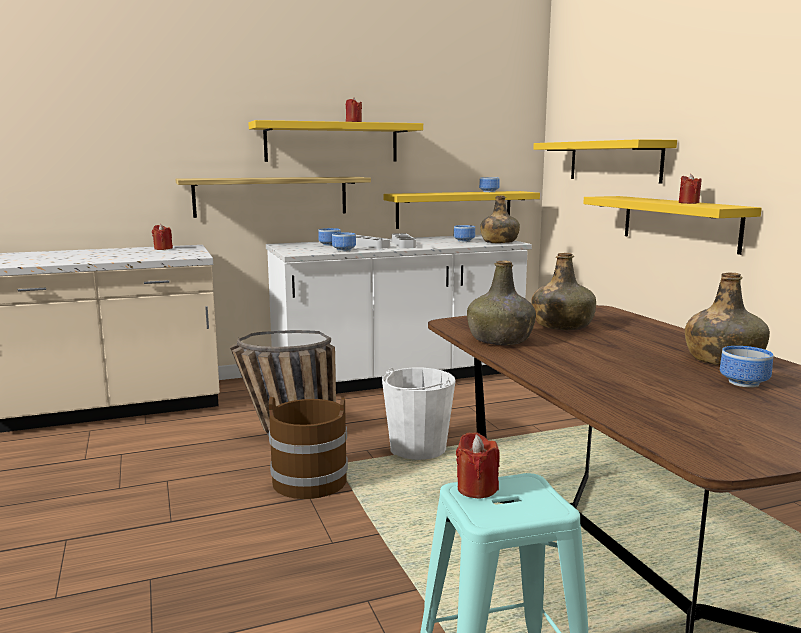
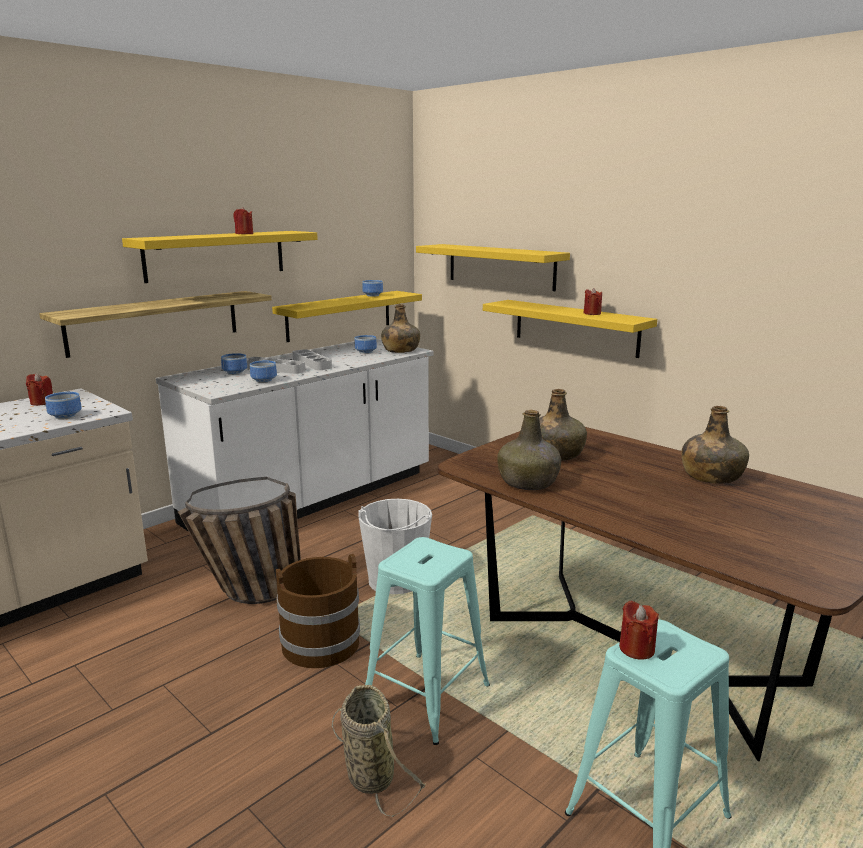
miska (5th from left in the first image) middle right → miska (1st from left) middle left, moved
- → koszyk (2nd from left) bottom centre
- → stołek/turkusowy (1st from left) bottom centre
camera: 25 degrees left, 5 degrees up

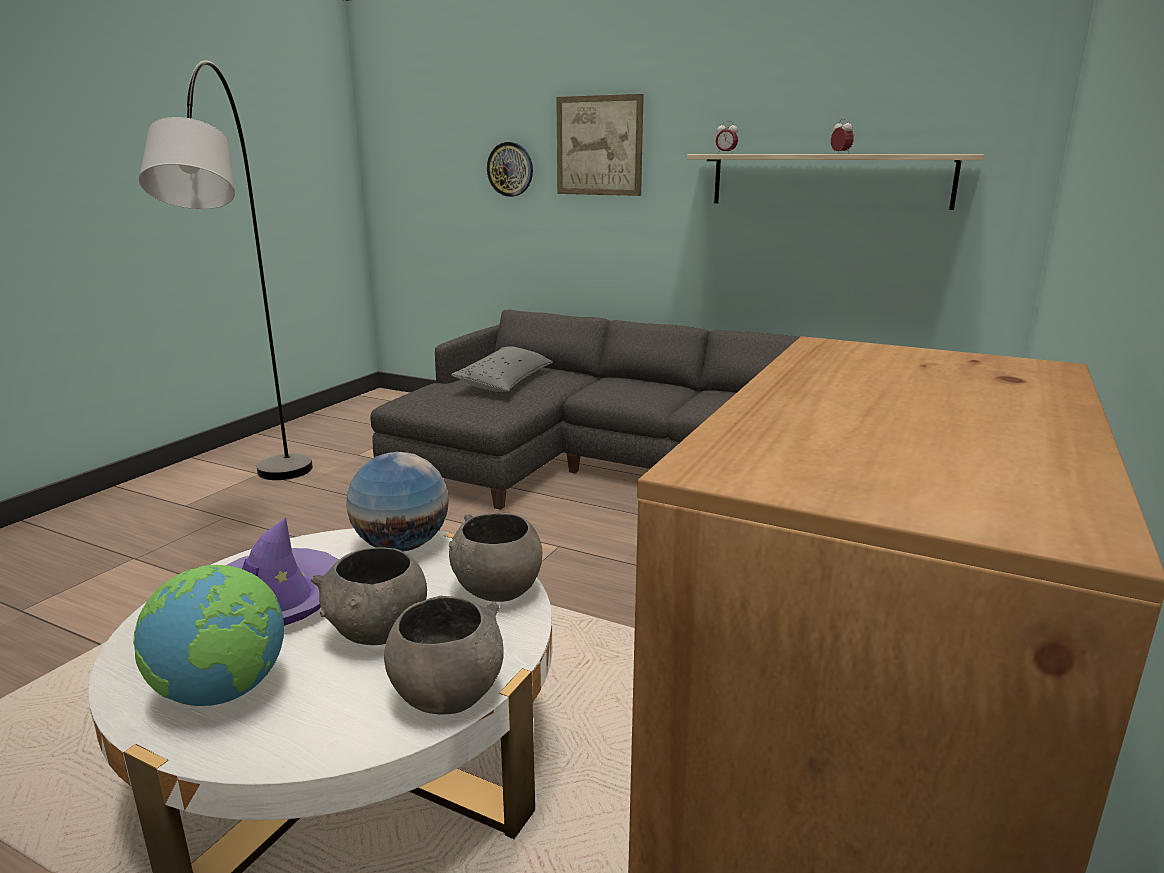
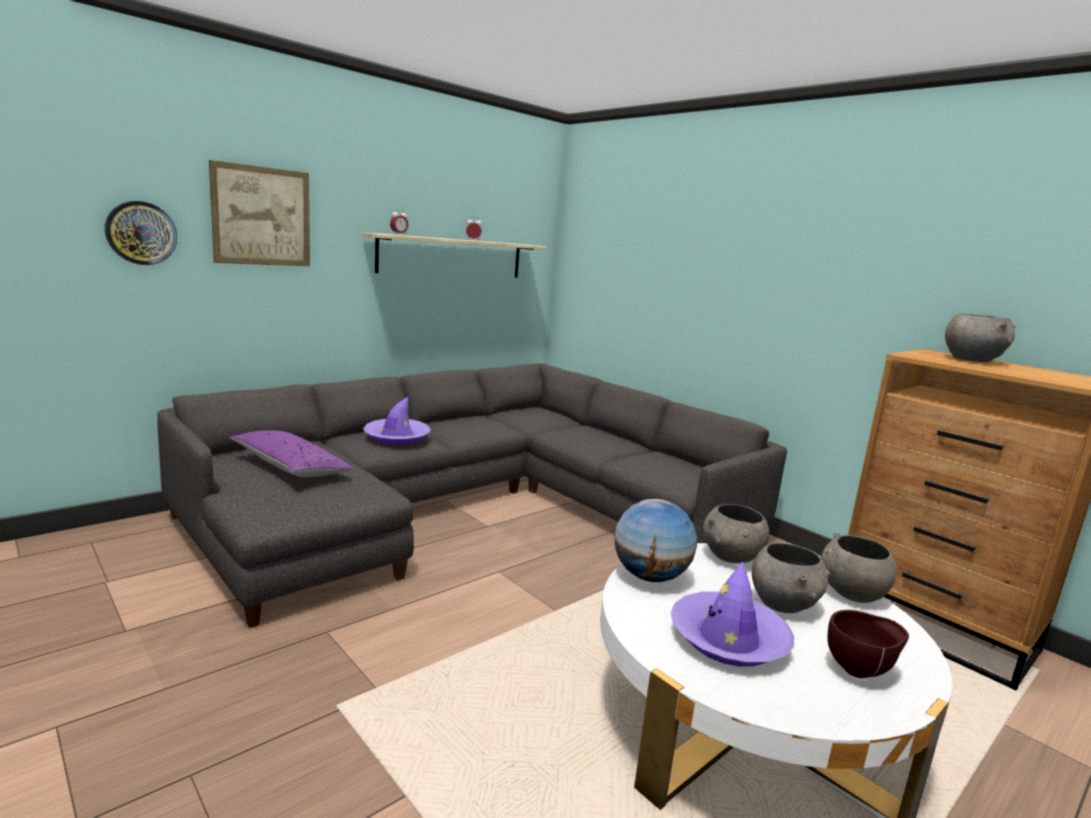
globus (1st from left) bottom left → miska/brązowy bottom right
lampa stojąca/szary top left → -
poduszka/szary centre → poduszka/fioletowy middle left
- → kapelusz/fioletowy (1st from left) centre
- → miska/szary (4th from left) middle right
camera: 70 degrees left, 5 degrees down

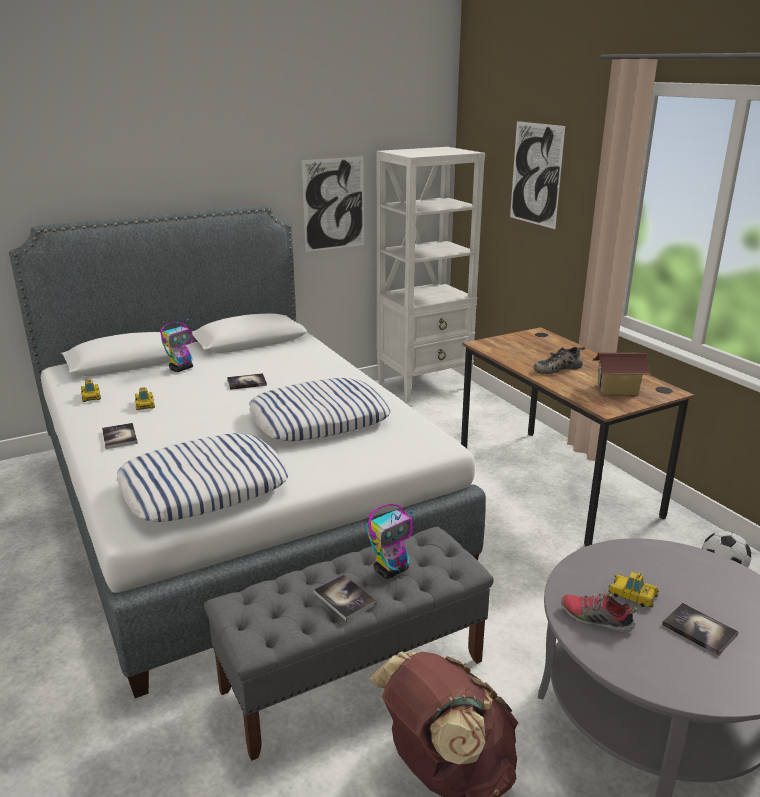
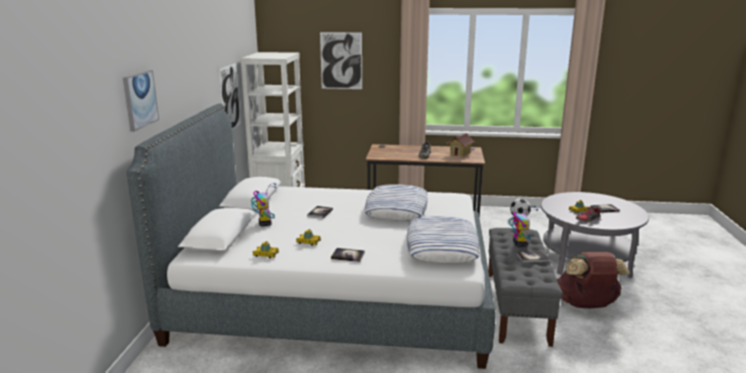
- → obraz (1st from left) top left
camera: 55 degrees left, 5 degrees down

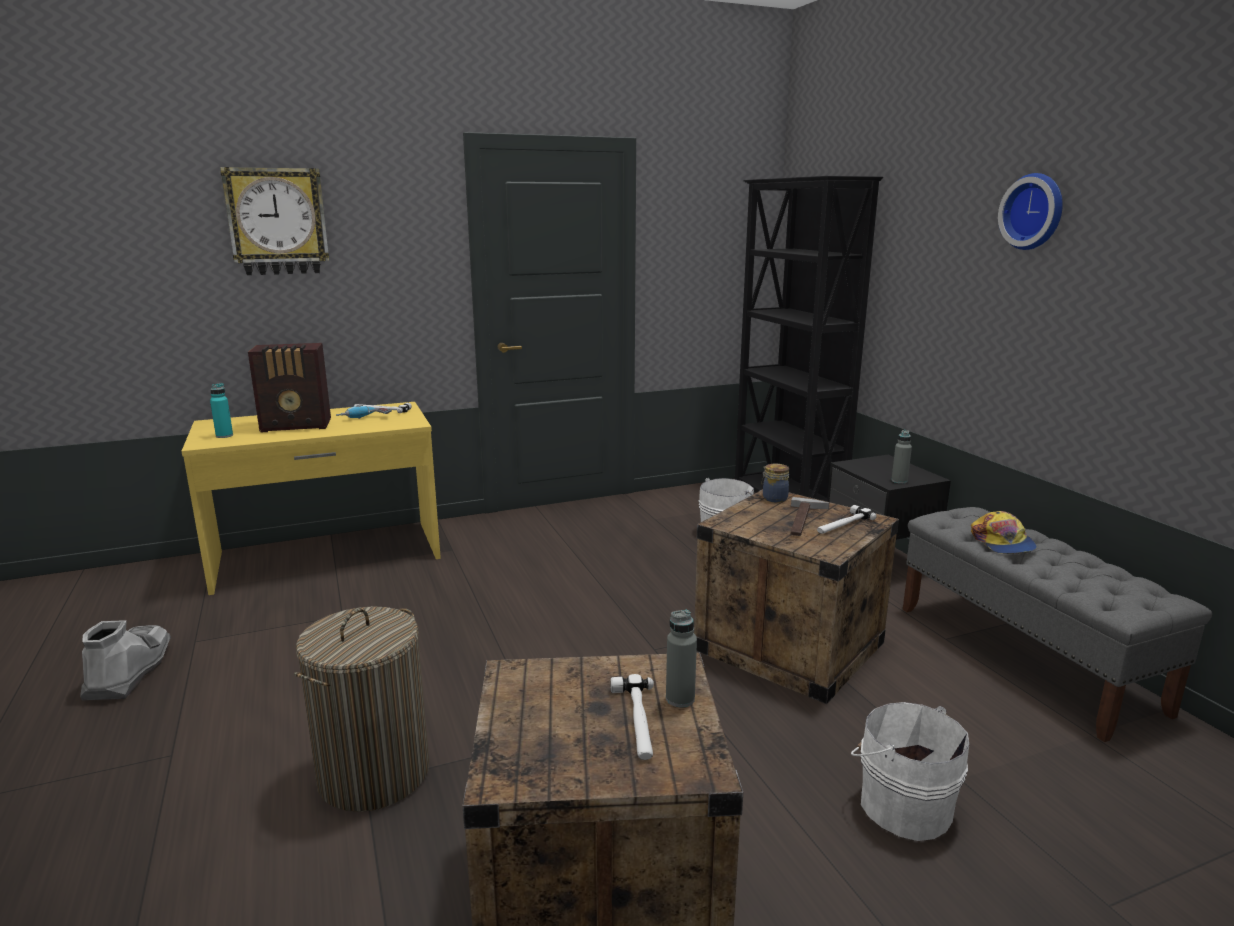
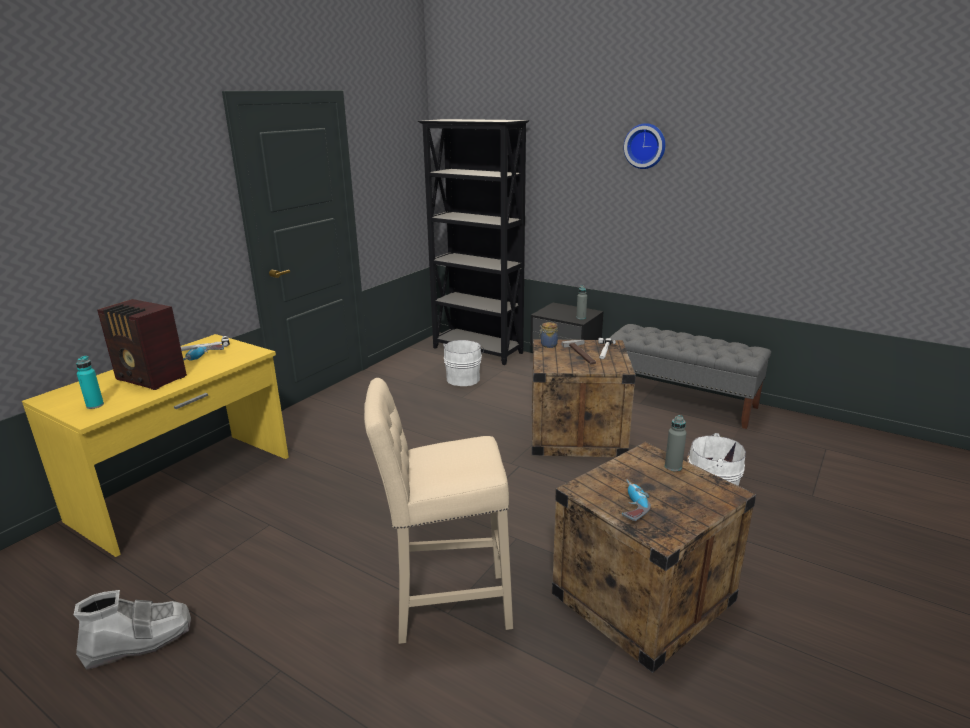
but z cholewką/szary bottom left, 105 degrees clockwise
zegar ścienny (1st from left) top left → -
radio middle left, 75 degrees clockwise
kosz na pranie bottom left → stołek/beżowy bottom centre
młotek (2nd from left) bottom centre → -
czapka z daszkiem middle right → -
- → wiertarka (2nd from left) bottom centre
camera: 35 degrees left, 5 degrees up

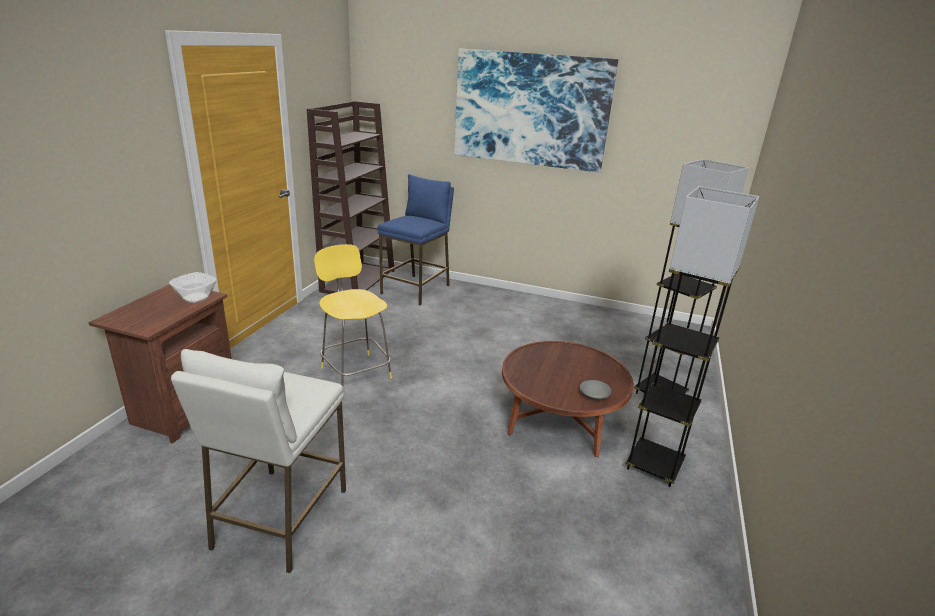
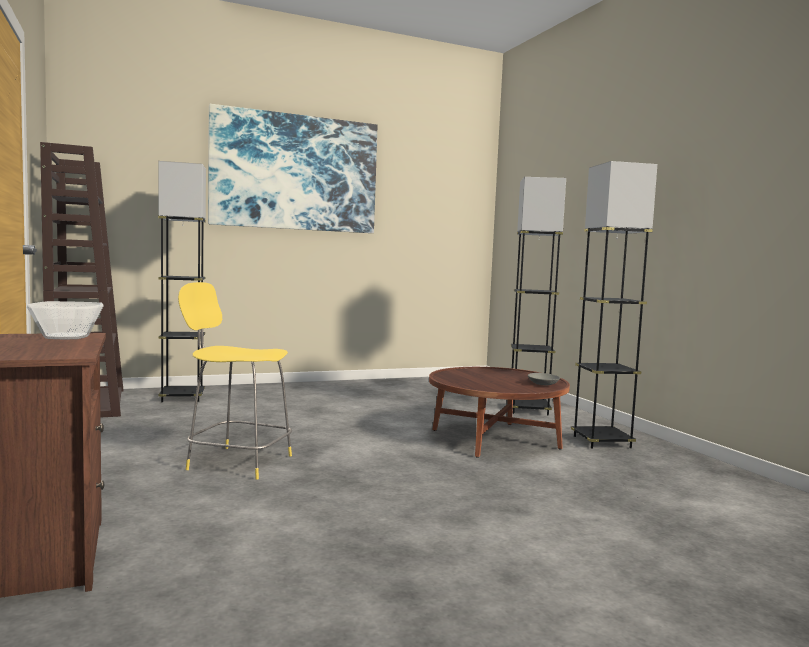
stołek/biały bottom left → -
stołek/niebieski centre → lampa stojąca/szary (1st from left) middle left
camera: 40 degrees left, 20 degrees down

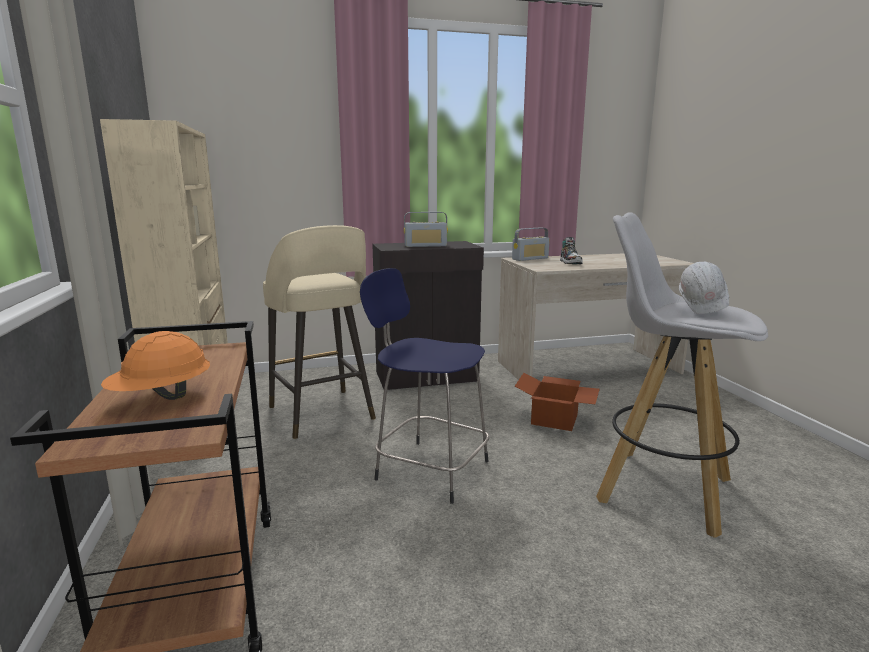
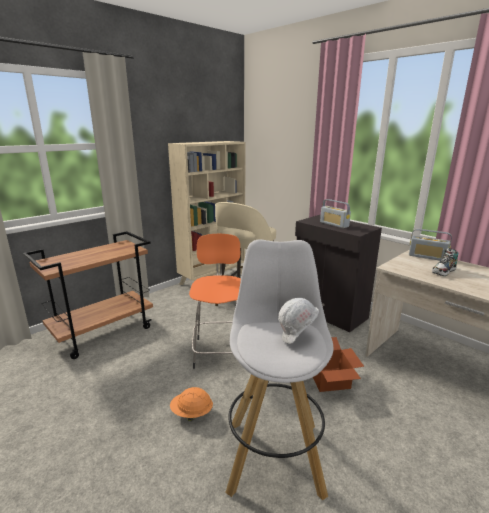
kask/pomarańczowy middle left → kask/pomarańczowy bottom centre, moved
stołek/niebieski centre → stołek/pomarańczowy centre
camera: 60 degrees right, 5 degrees up

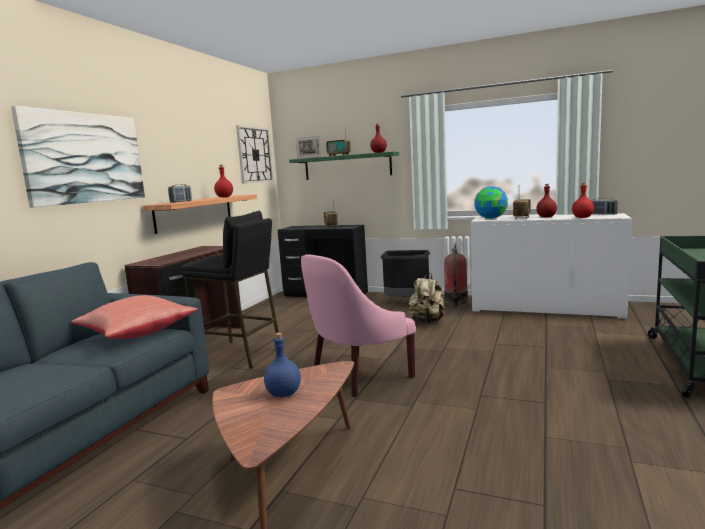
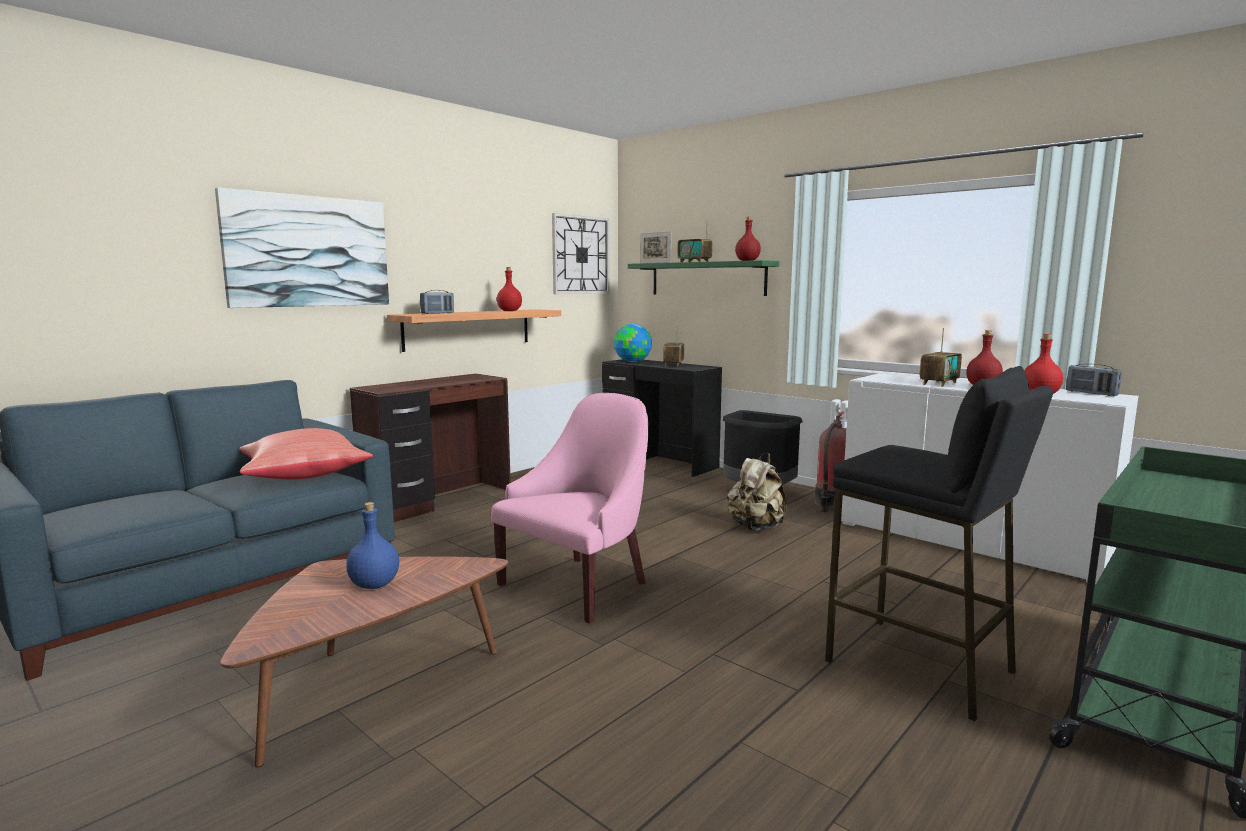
stołek/czarny middle left → stołek/czarny middle right, moved
fotel/różowy centre, 150 degrees clockwise
globus middle right → globus centre, moved
camera: 20 degrees right, 0 degrees up

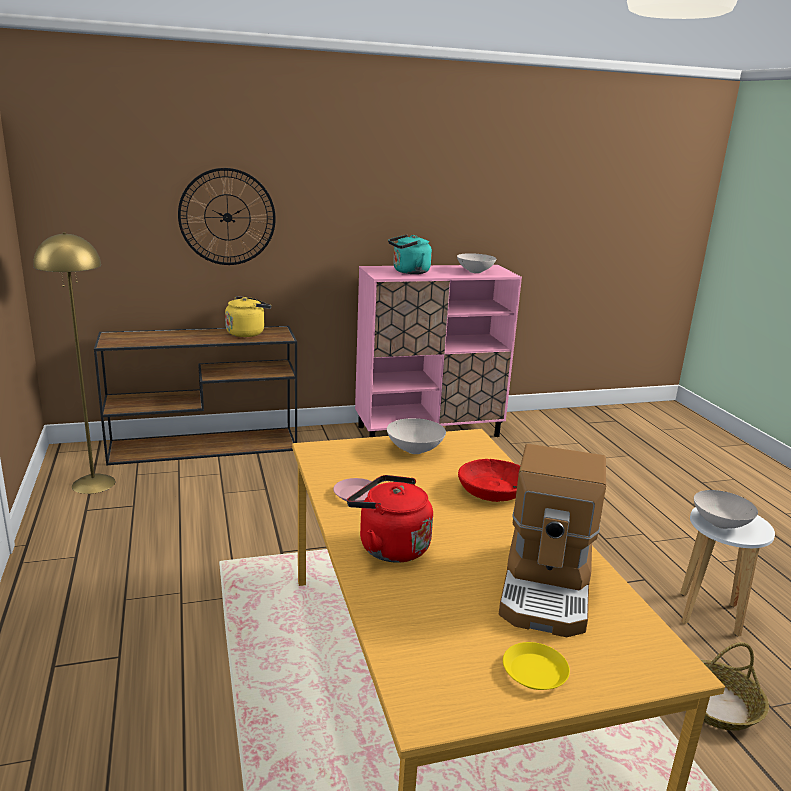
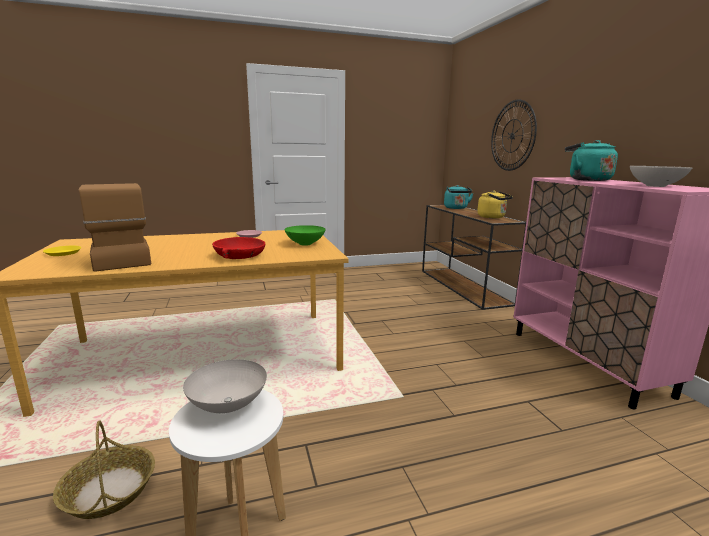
lampa stojąca/żółty middle left → -
czajnik/czerwony centre → -
miska/biały (1st from left) centre → miska/zielony centre
ekspres do kawy bottom right → ekspres do kawy middle left, 45 degrees clockwise
- → czajnik/turkusowy (1st from left) centre
camera: 90 degrees right, 5 degrees down

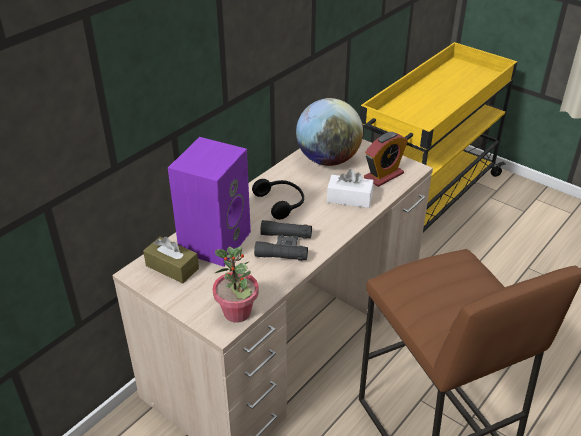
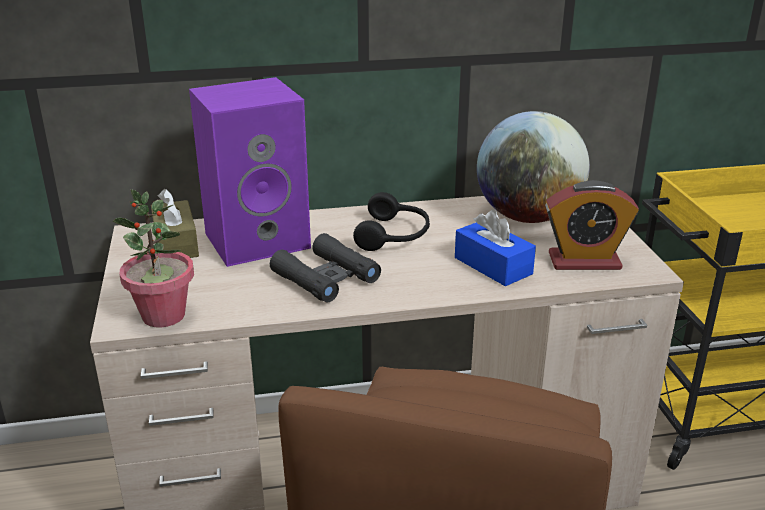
pudełko chusteczek/biały centre → pudełko chusteczek/niebieski centre
camera: 40 degrees right, 10 degrees down

